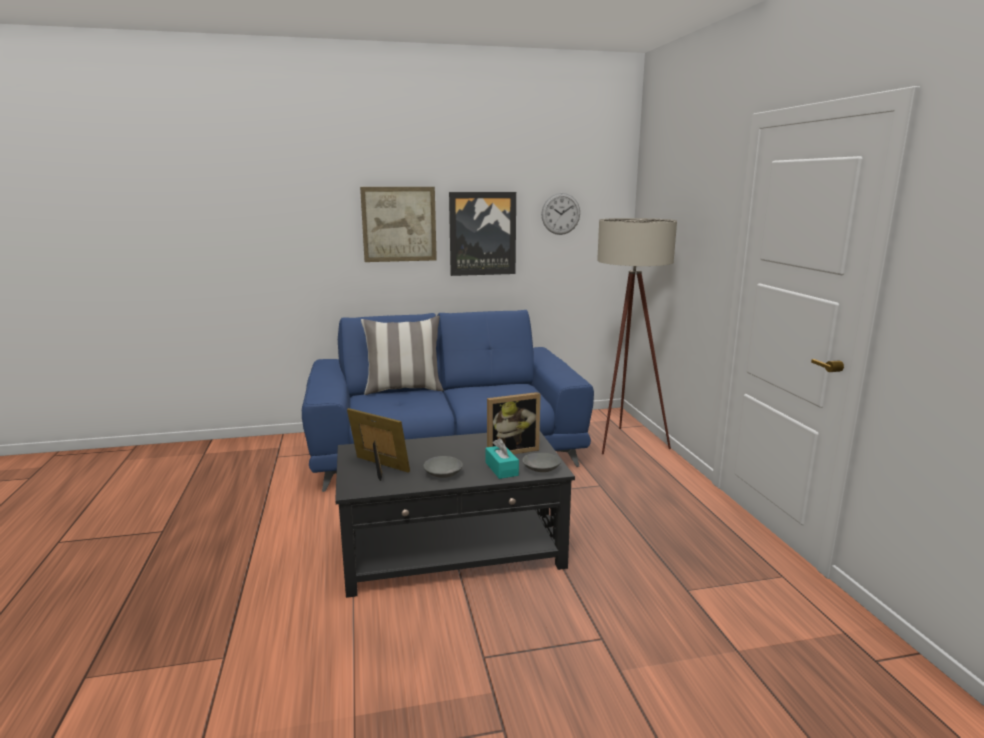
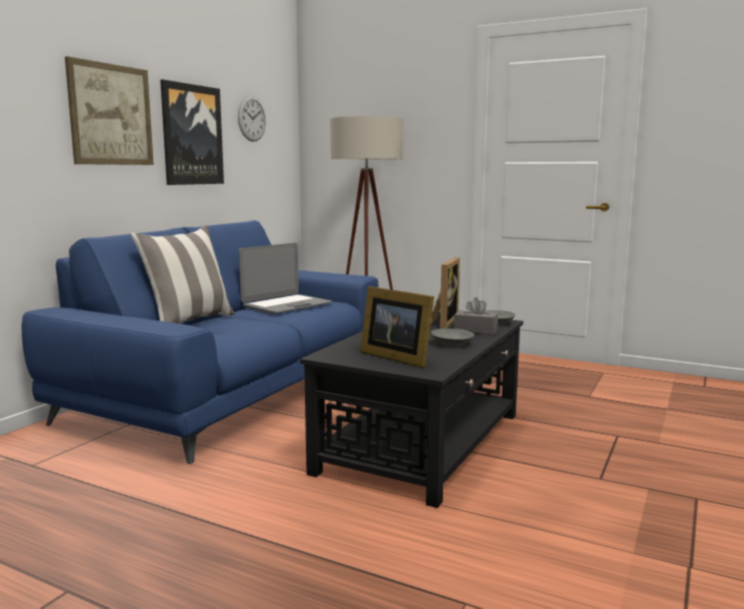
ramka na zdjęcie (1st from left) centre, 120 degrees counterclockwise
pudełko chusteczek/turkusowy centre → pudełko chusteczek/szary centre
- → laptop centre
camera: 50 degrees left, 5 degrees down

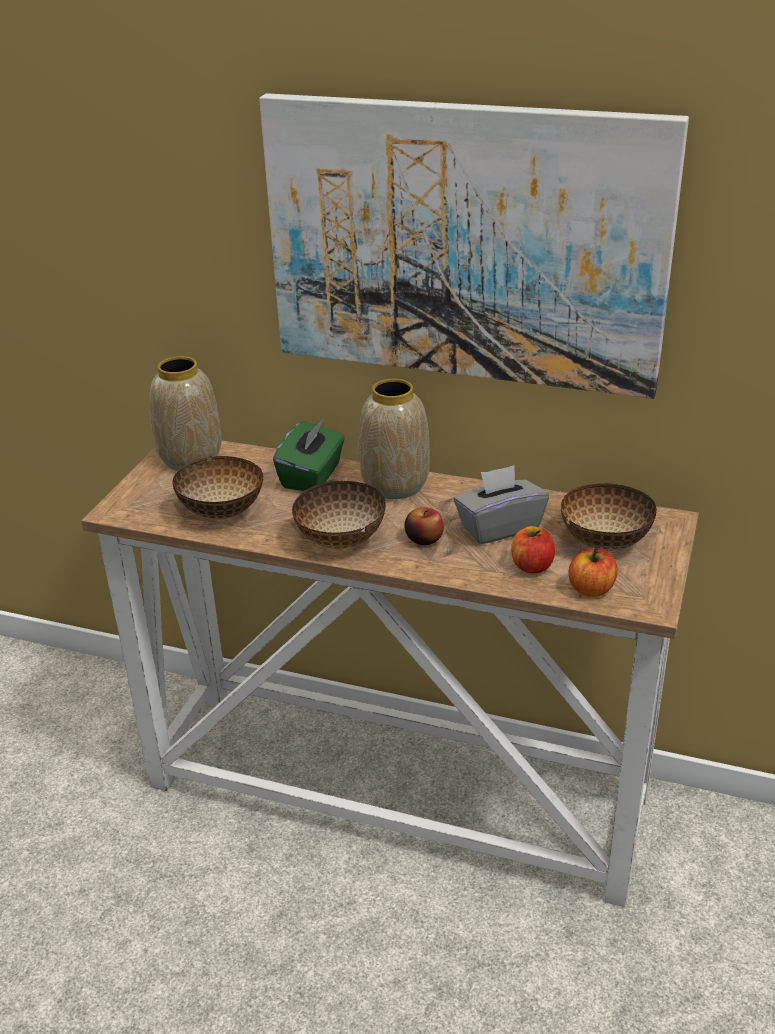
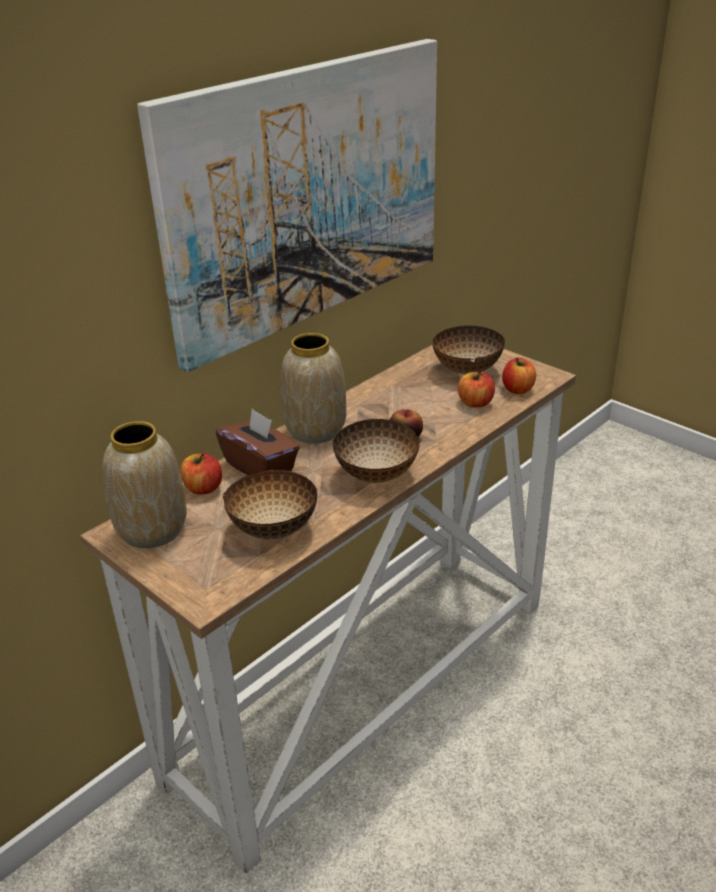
pudełko chusteczek/zielony centre → pudełko chusteczek/brązowy centre
pudełko chusteczek/szary centre → -
- → jabłko (1st from left) middle left
camera: 65 degrees left, 0 degrees up

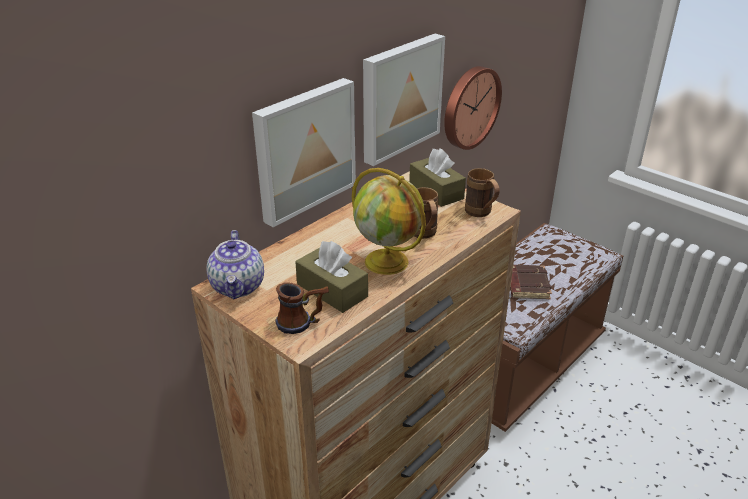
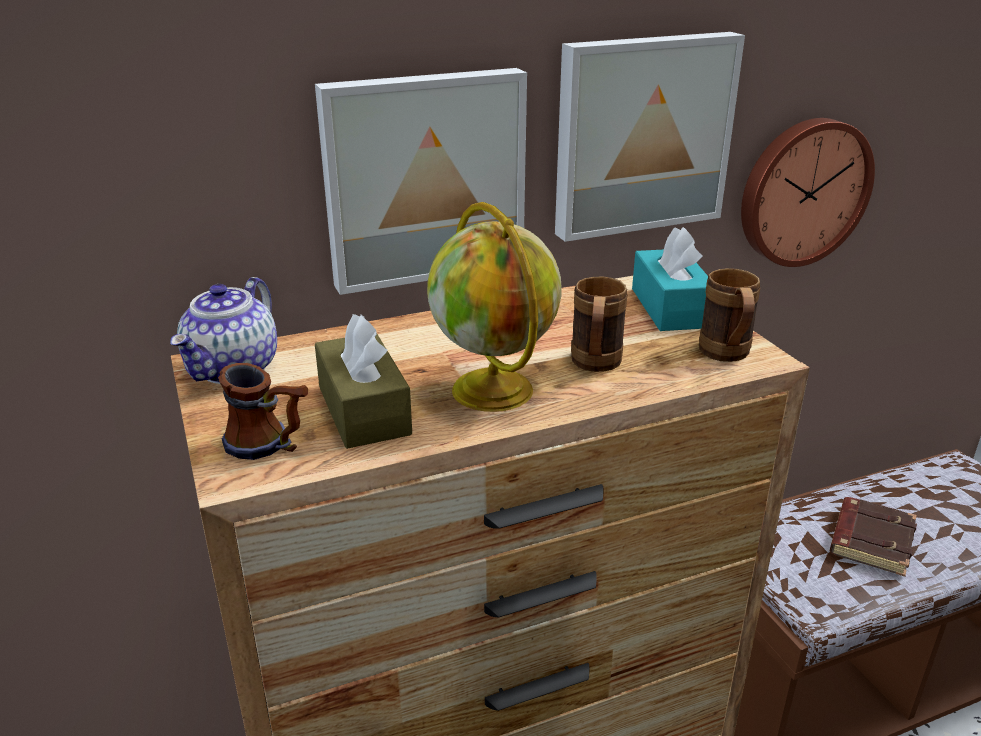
pudełko chusteczek/brązowy (2nd from left) centre → pudełko chusteczek/turkusowy middle right
camera: 25 degrees right, 5 degrees down

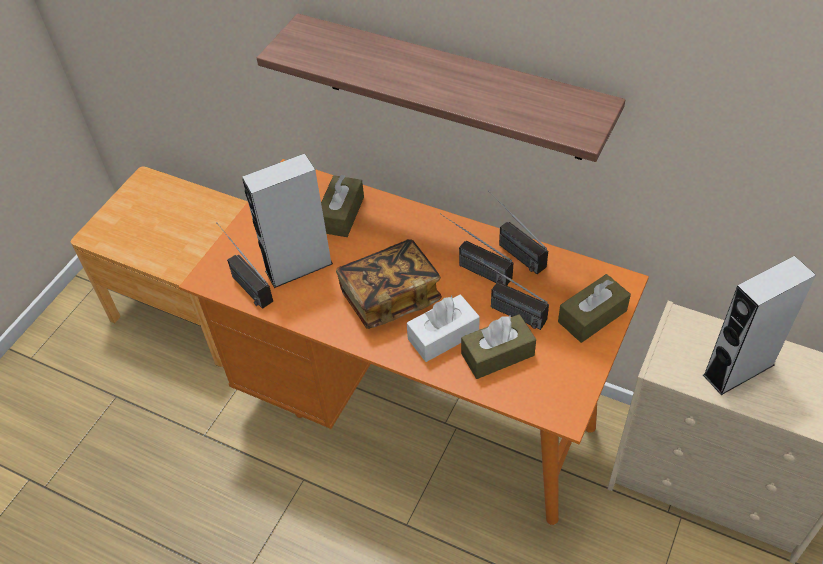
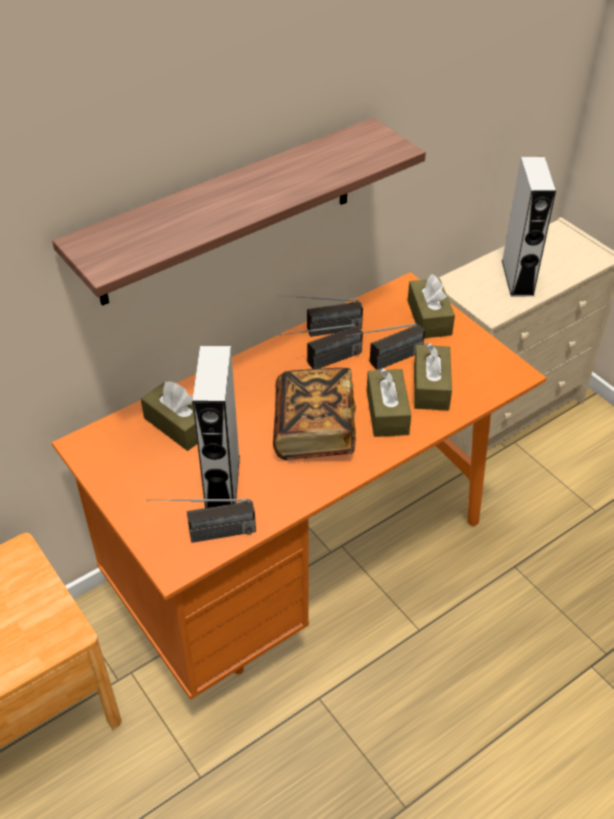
pudełko chusteczek/biały centre → pudełko chusteczek/brązowy (2nd from left) centre
camera: 65 degrees left, 5 degrees down

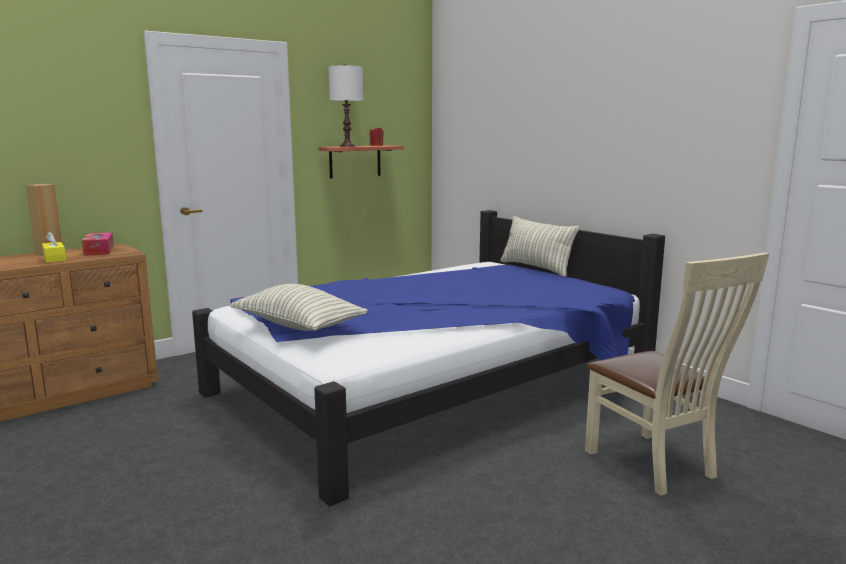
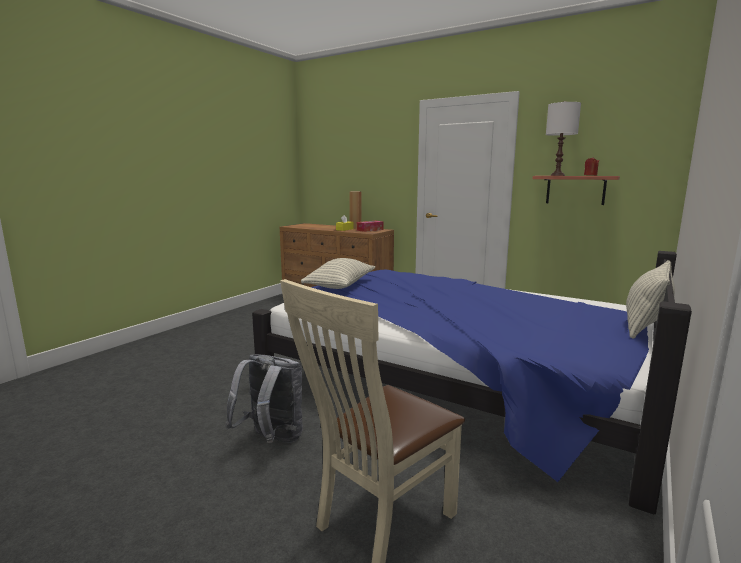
- → plecak/szary bottom centre
camera: 70 degrees right, 0 degrees up

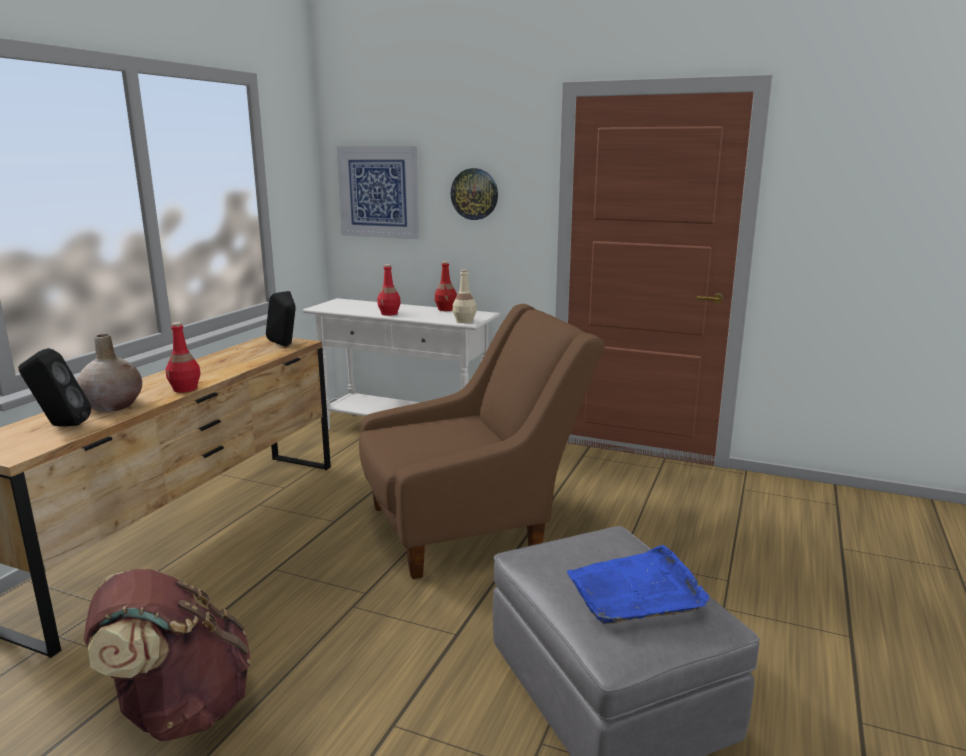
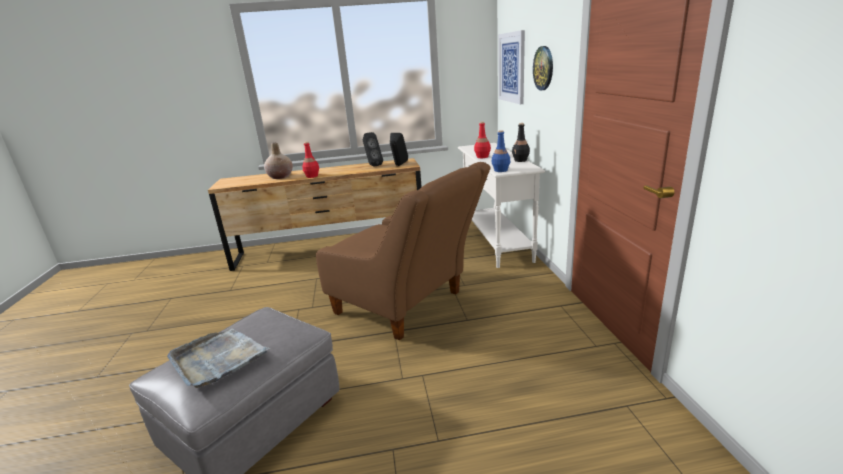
głośnik/czarny (1st from left) middle left → głośnik/czarny (1st from left) top centre, moved
plecak/brązowy bottom left → -
butelka/czerwony (3rd from left) centre → butelka/czarny top centre
butelka/beżowy centre → butelka/niebieski top centre
taca/niebieski bottom centre → taca/szary bottom left
camera: 60 degrees right, 5 degrees up

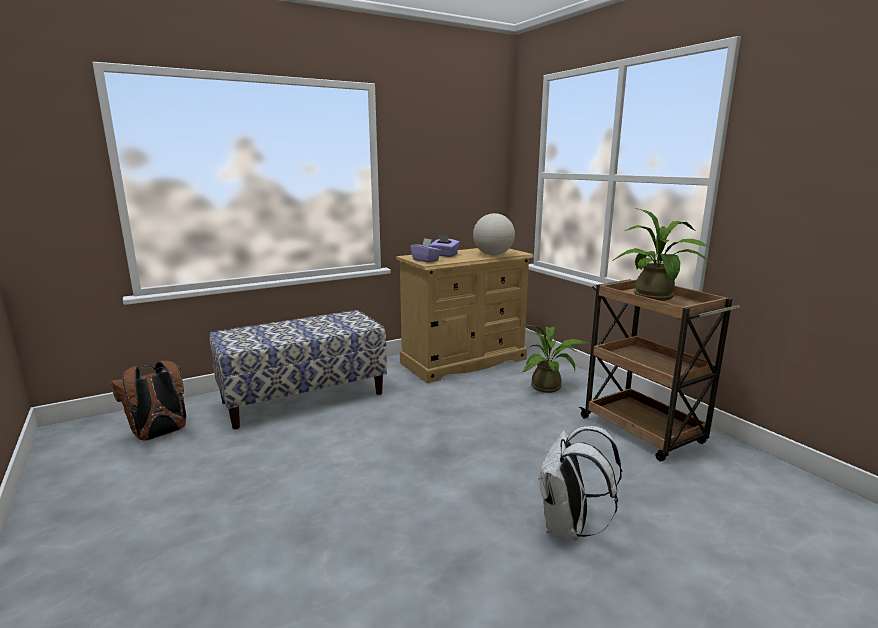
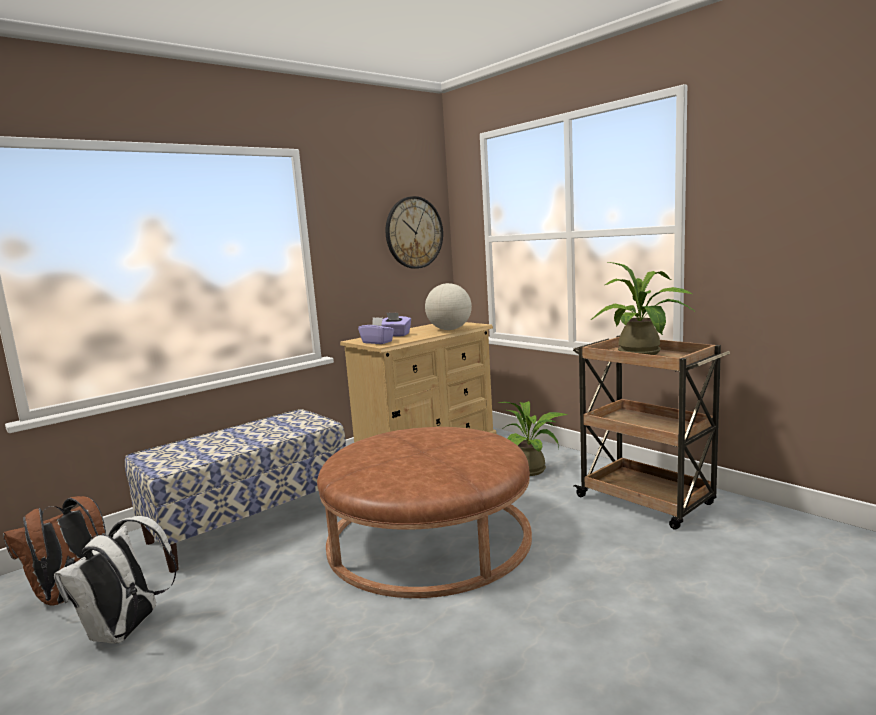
plecak/biały bottom centre → plecak/biały bottom left, moved
- → pufa/brązowy bottom centre
- → zegar ścienny top centre
camera: 10 degrees left, 5 degrees down

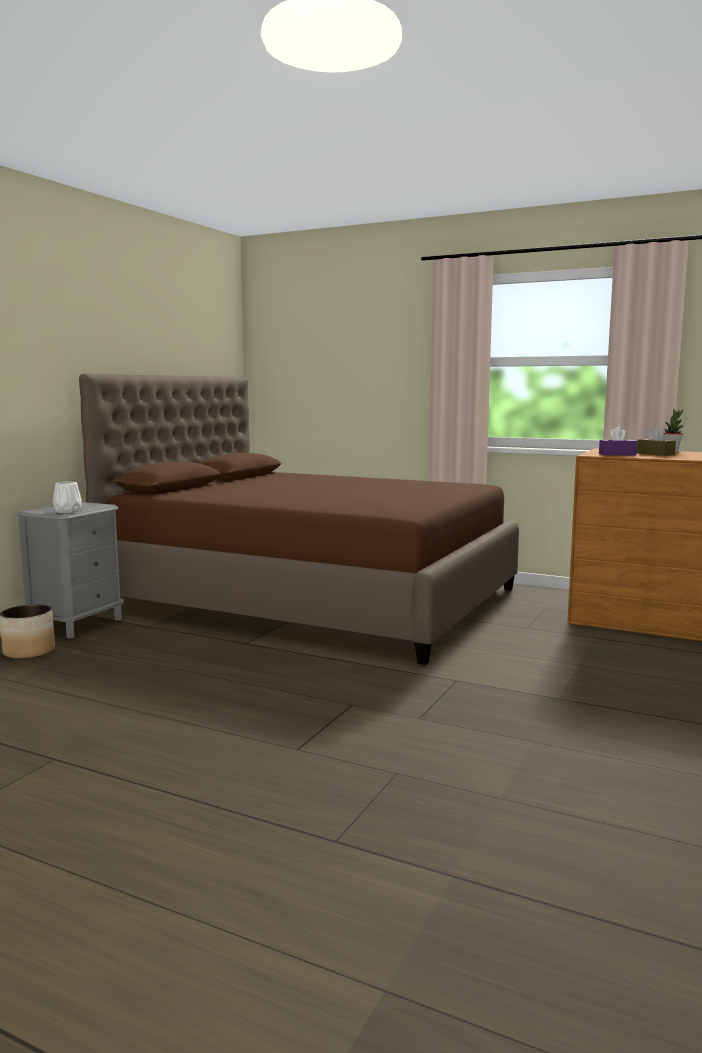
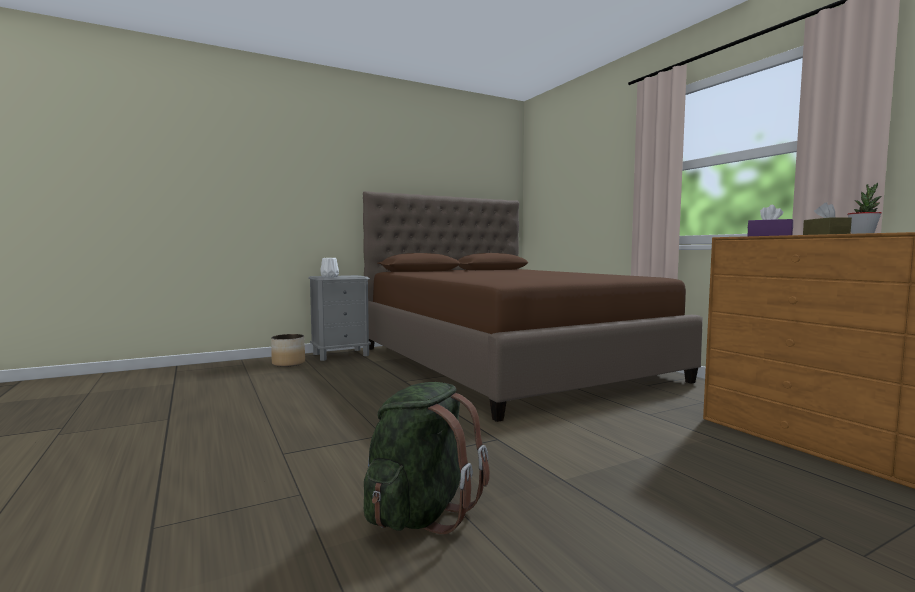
- → plecak/zielony bottom centre
camera: 35 degrees right, 5 degrees down

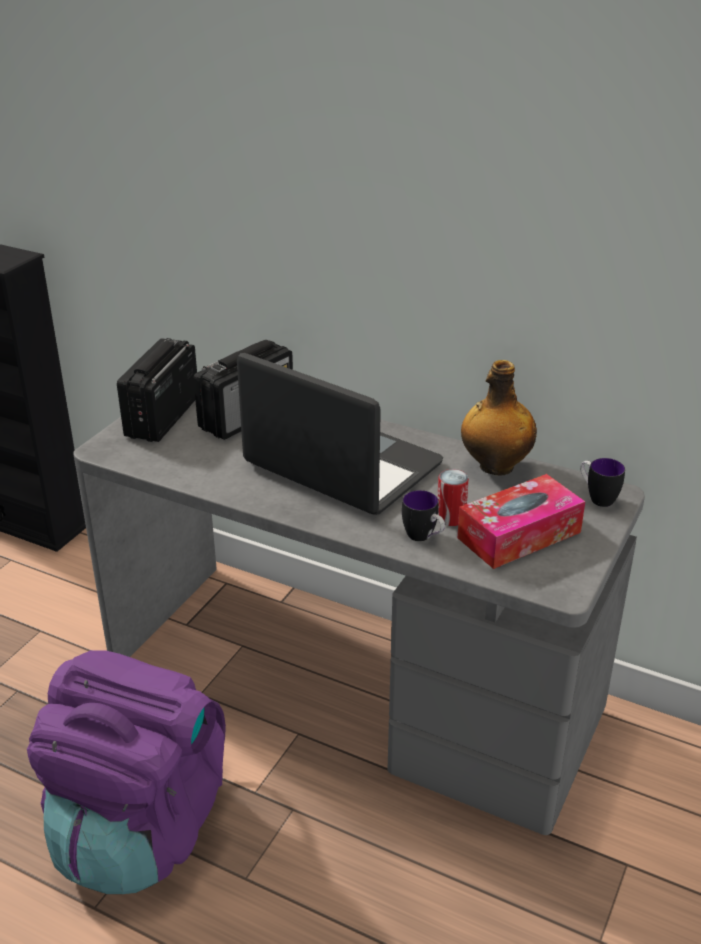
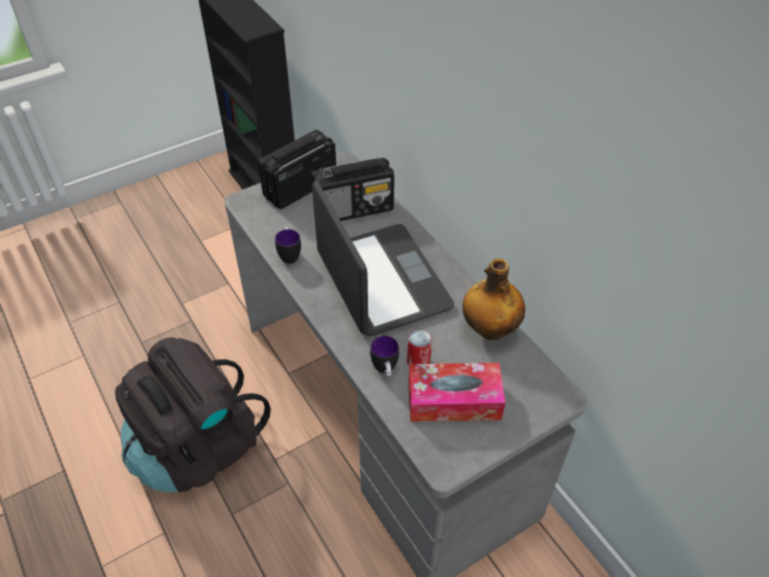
plecak/fioletowy bottom left → plecak/czarny bottom left
kubek (2nd from left in the first image) middle right → kubek (1st from left) centre, moved
camera: 30 degrees right, 15 degrees up

